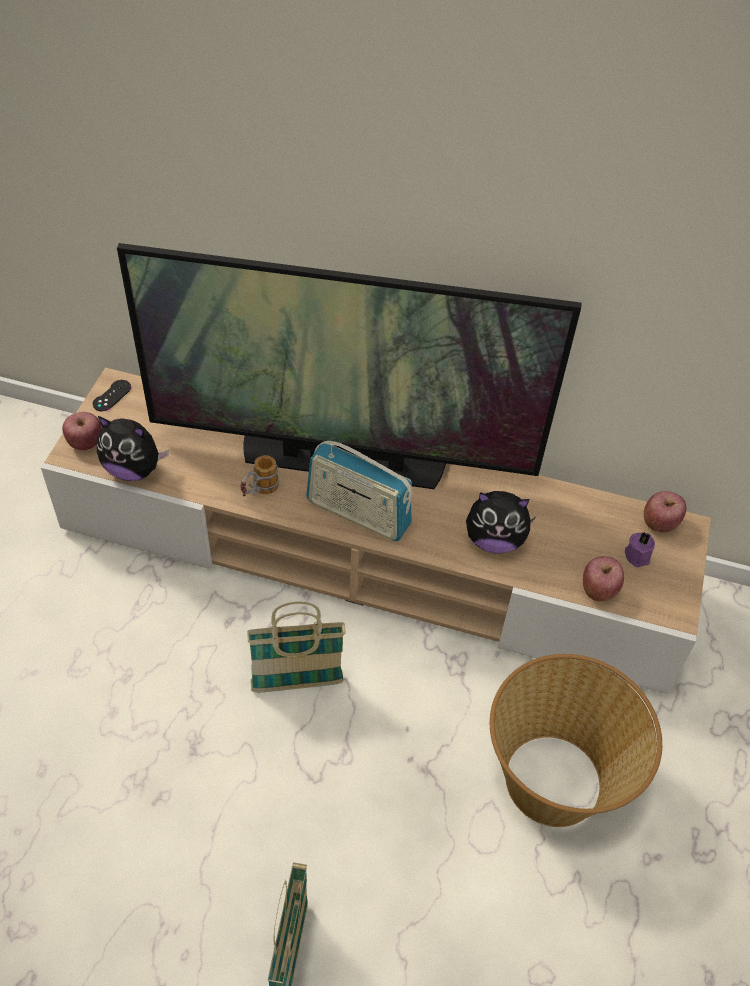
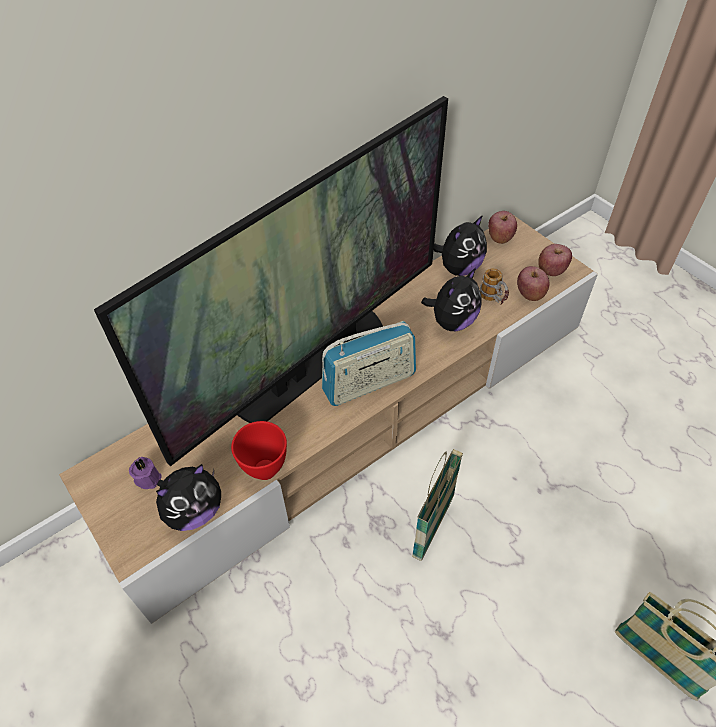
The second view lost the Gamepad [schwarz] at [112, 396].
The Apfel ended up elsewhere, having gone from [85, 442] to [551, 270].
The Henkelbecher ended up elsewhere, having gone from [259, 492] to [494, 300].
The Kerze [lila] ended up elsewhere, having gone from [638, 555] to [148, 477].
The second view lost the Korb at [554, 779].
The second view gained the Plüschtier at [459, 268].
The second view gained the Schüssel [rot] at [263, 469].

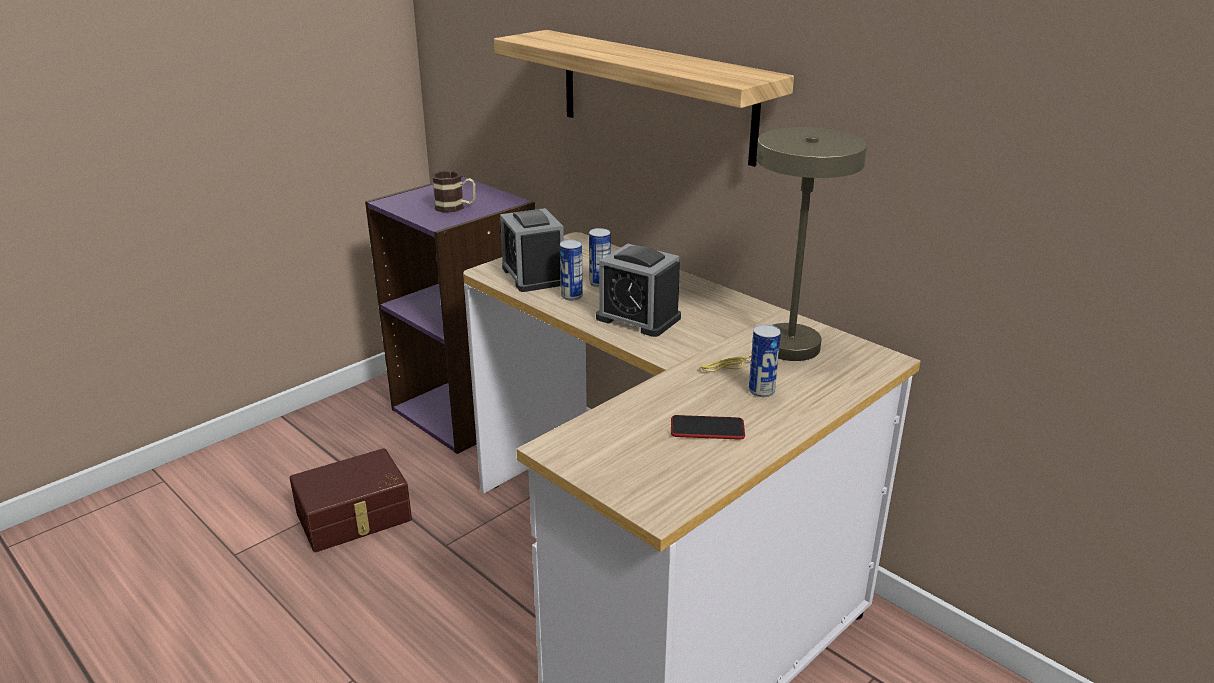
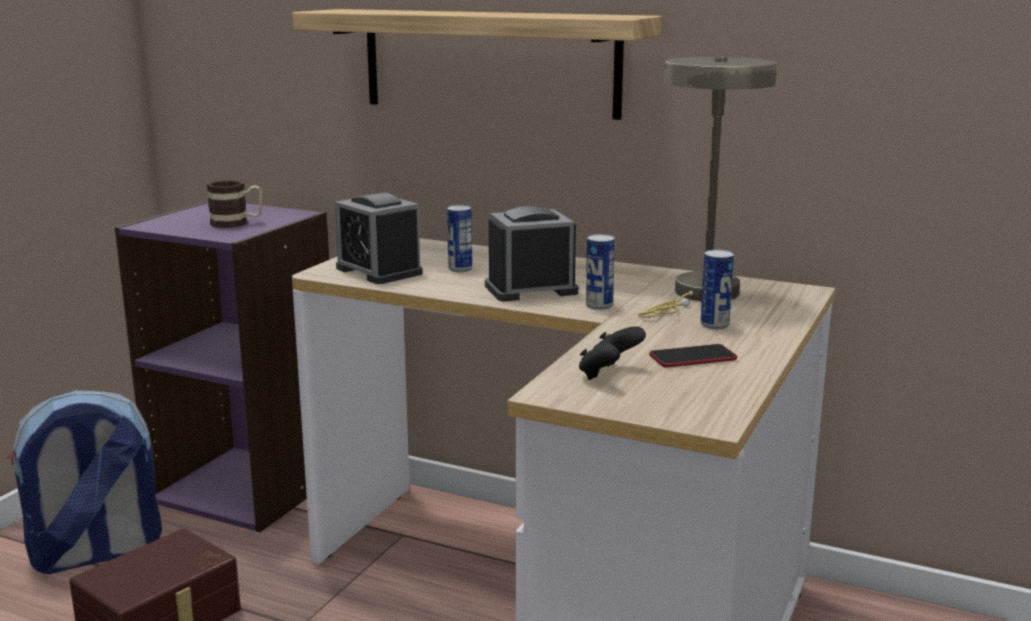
The Dose ended up elsewhere, having gone from [571, 296] to [599, 306].
The Wecker at [638, 318] ended up facing another way, 150 degrees clockwise from before.
The second view gained the Gamepad [schwarz] at [609, 375].
The second view gained the Rucksack at [95, 554].

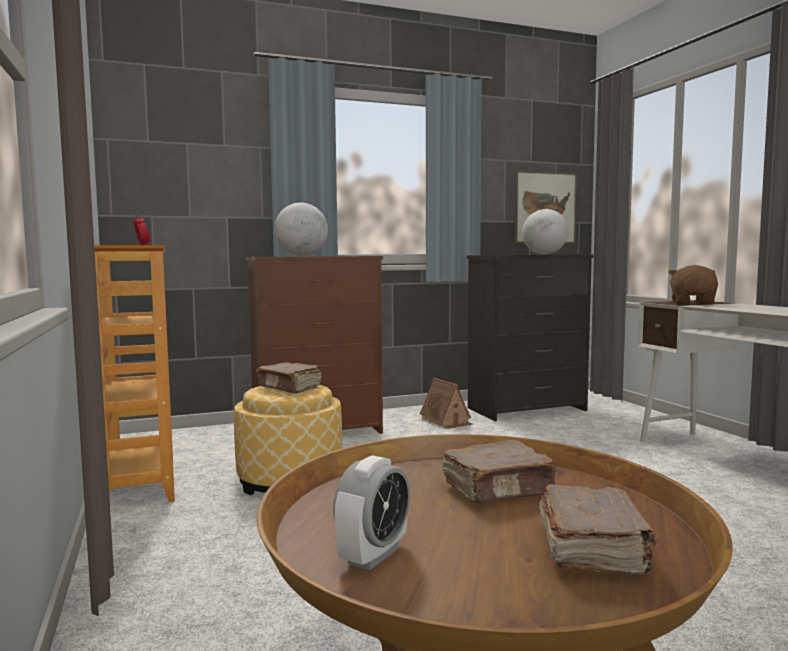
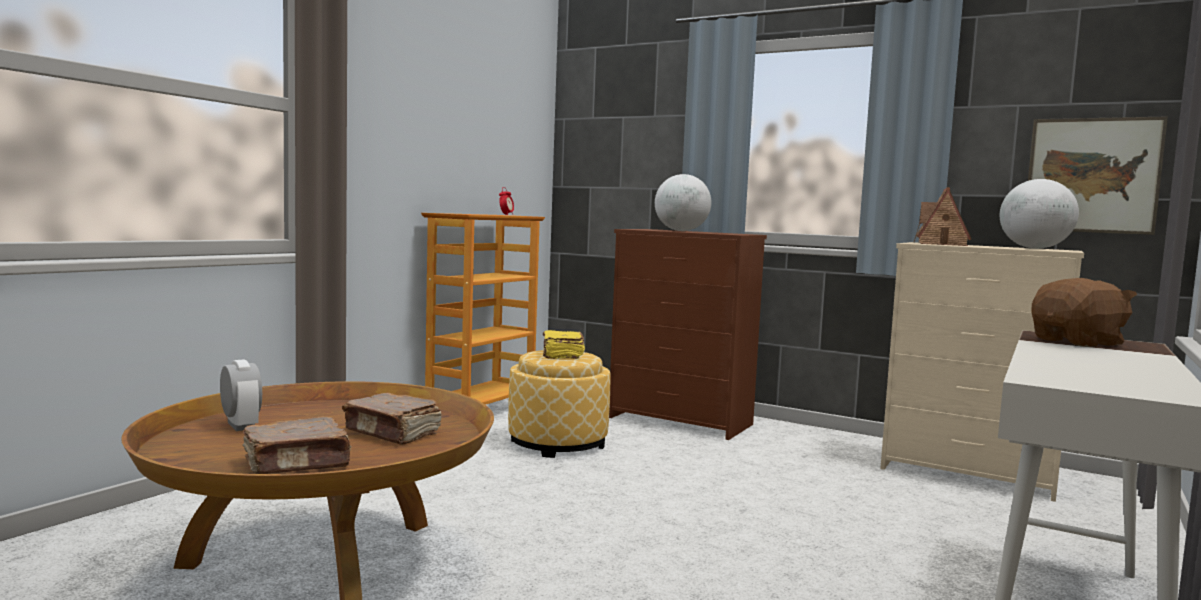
What was the Kommode [schwarz] at [528, 409] turned into the Kommode [beige] at [969, 474].
What was the Buch [braun] at [289, 388] turned into the Buch [gelb] at [562, 354].
The Spielzeughaus ended up elsewhere, having gone from [446, 421] to [942, 244].
The Wecker at [373, 555] ended up facing another way, 120 degrees counterclockwise from before.

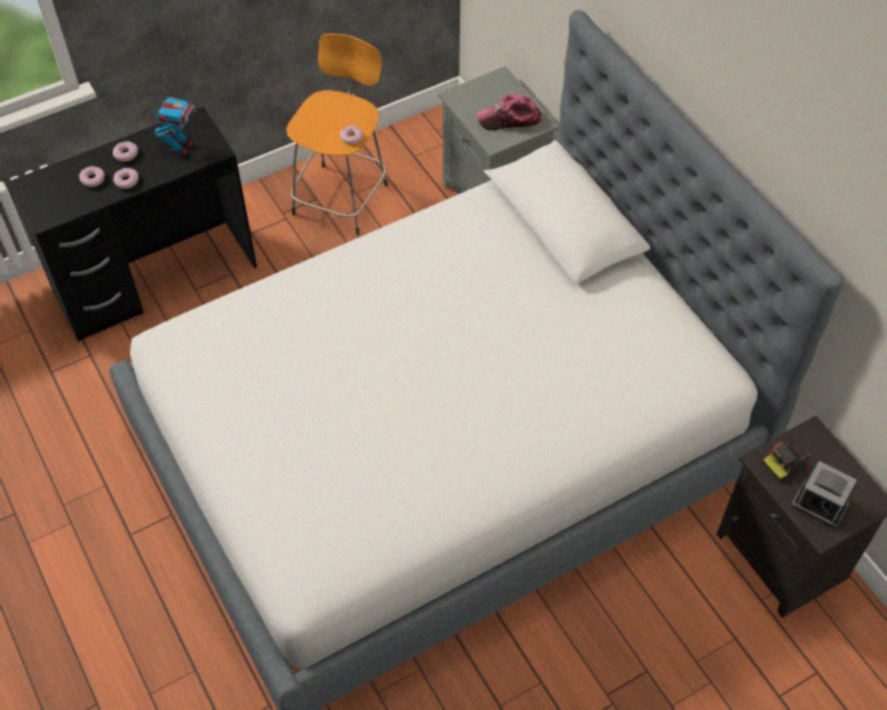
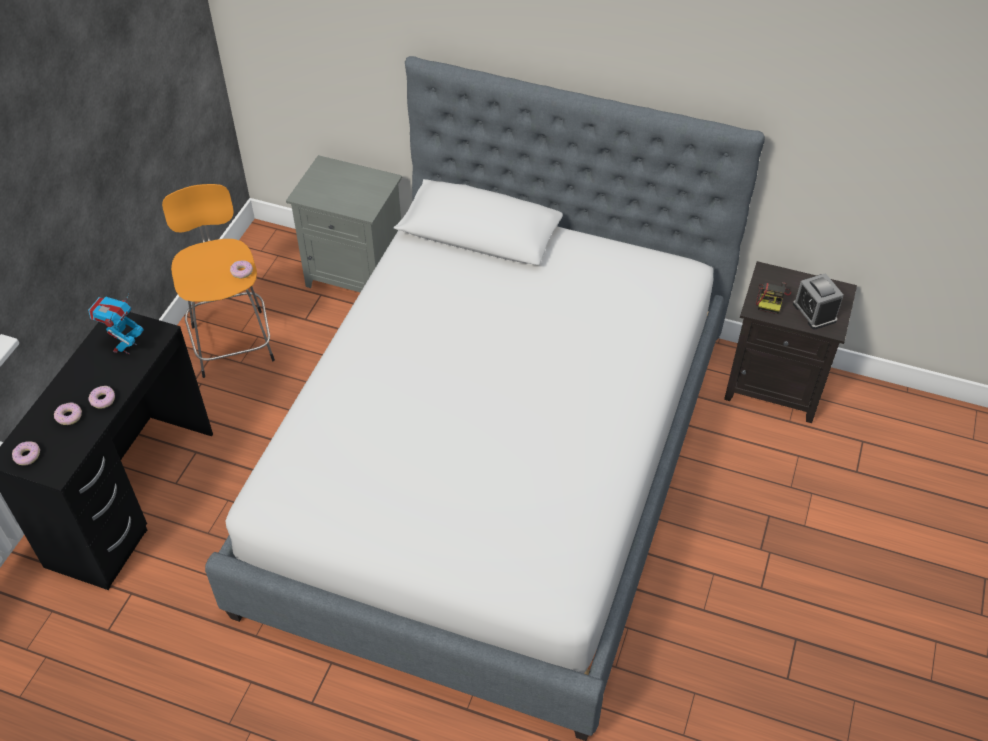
The Spielzeugroboter at [181, 147] ended up facing another way, 135 degrees counterclockwise from before.
The second view lost the Kappe at [509, 119].
The Donut ended up elsewhere, having gone from [126, 154] to [27, 456].
The Wecker at [819, 504] ended up facing another way, 75 degrees clockwise from before.

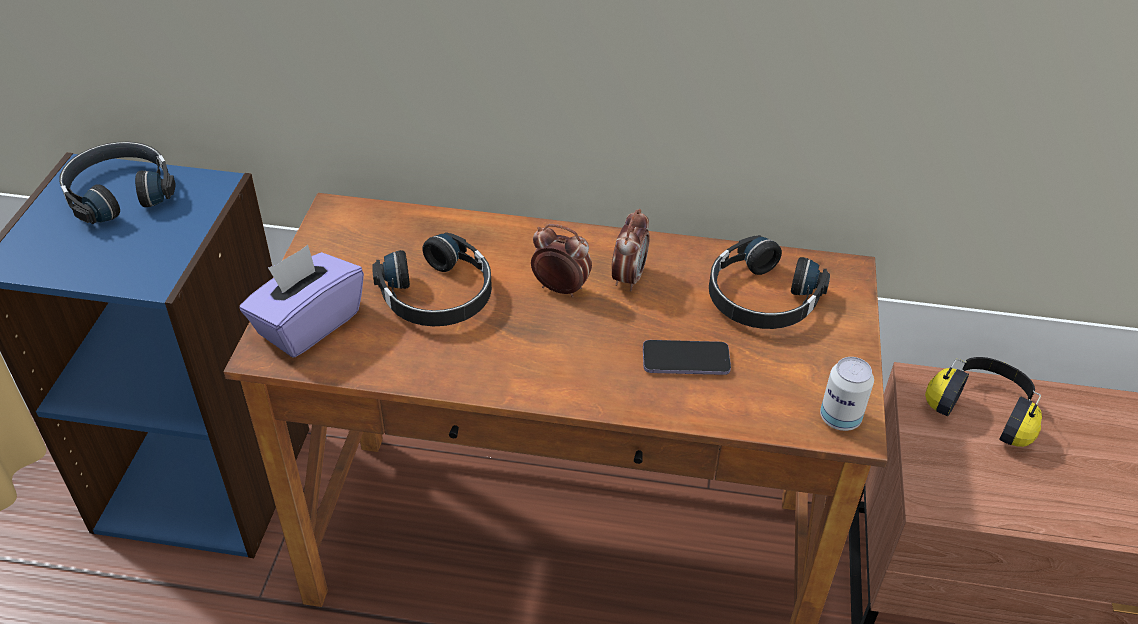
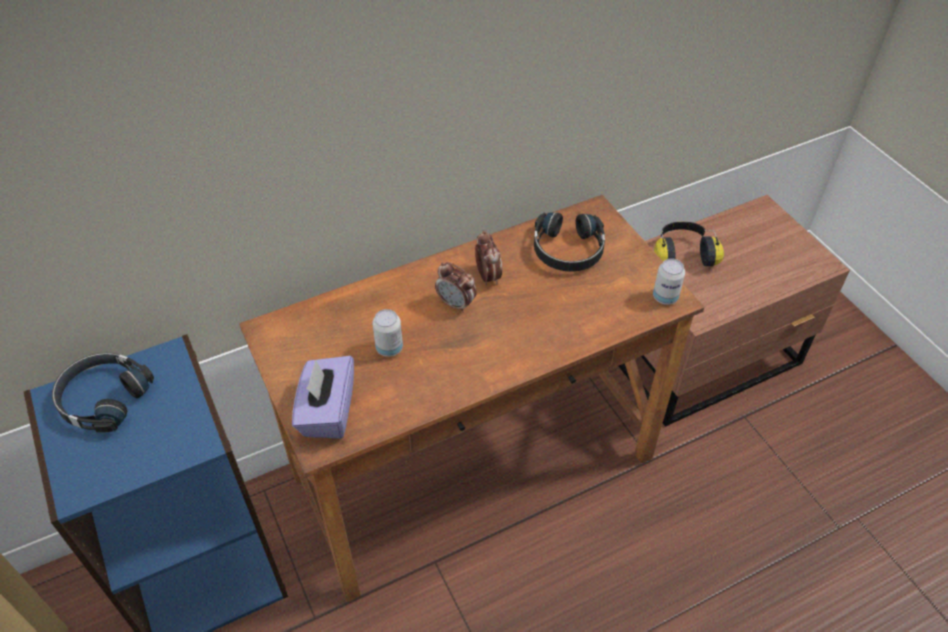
The Wecker at [560, 288] ended up facing another way, 135 degrees counterclockwise from before.
Where the Kopfhörer [schwarz] stood at [438, 295], the Dose came to stand at [389, 348].
The second view lost the Handy at [685, 360].

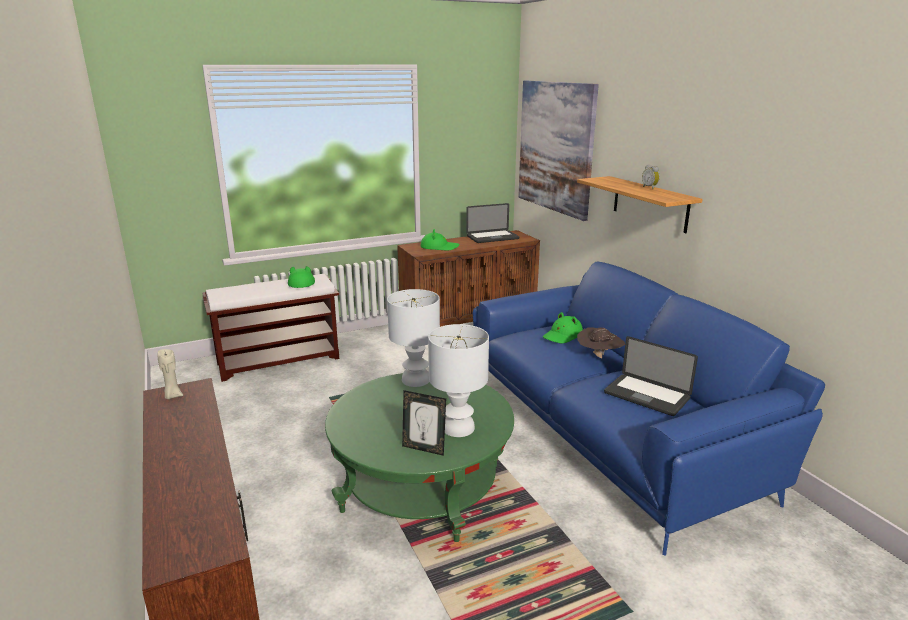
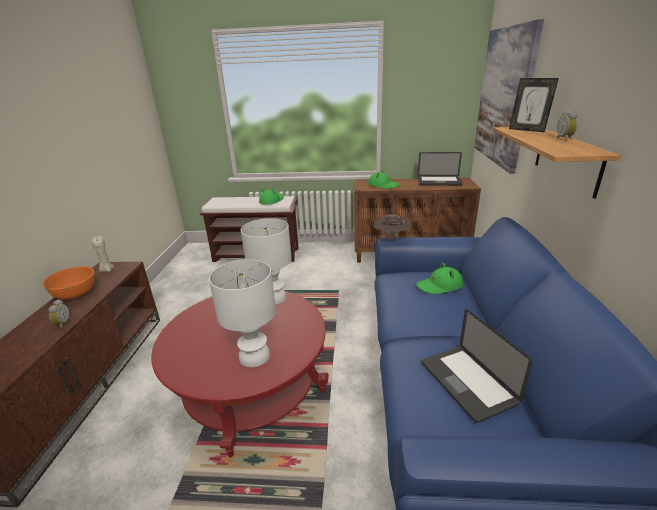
The Hut [braun] ended up elsewhere, having gone from [599, 357] to [391, 239].
What was the Couchtisch [grün] at [422, 488] turned into the Couchtisch [rot] at [252, 390].
The Bilderrahmen ended up elsewhere, having gone from [424, 448] to [527, 130].
The second view gained the Schüssel [orange] at [75, 294].
The second view gained the Wecker at [62, 323].

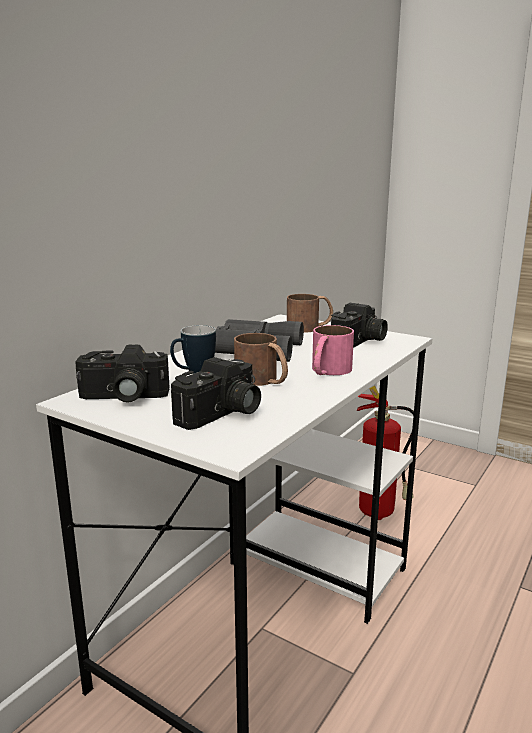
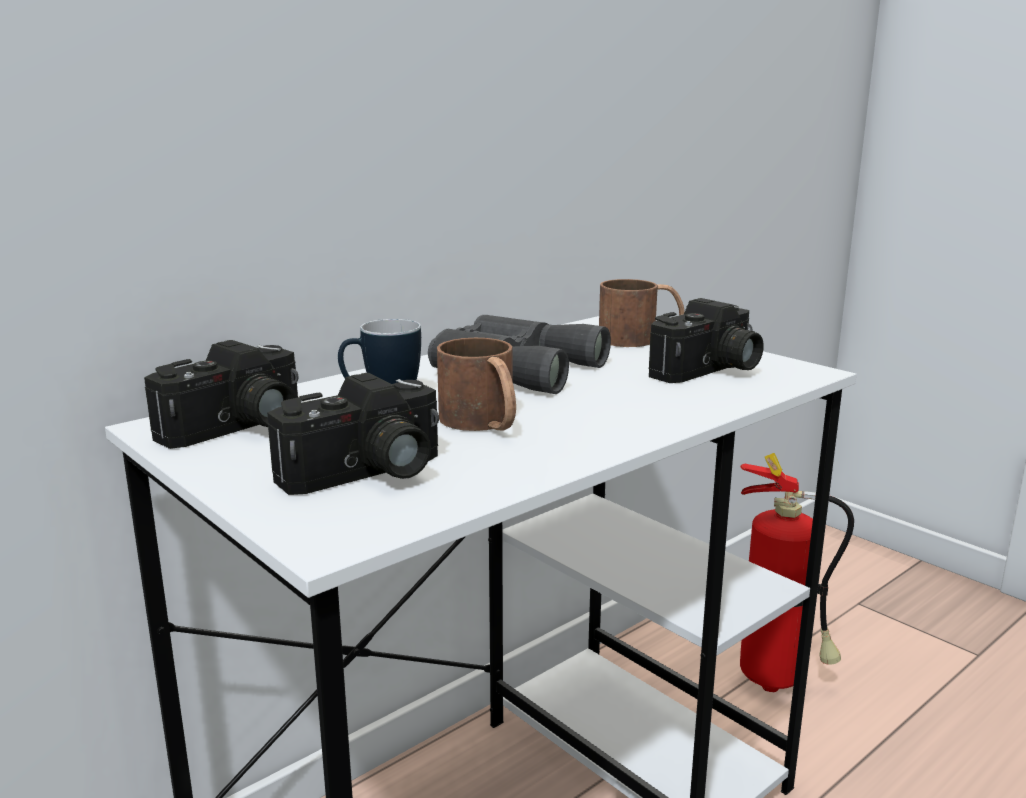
The second view lost the Henkelbecher [rosa] at [328, 371].
The Kamera at [123, 397] ended up facing another way, 60 degrees counterclockwise from before.

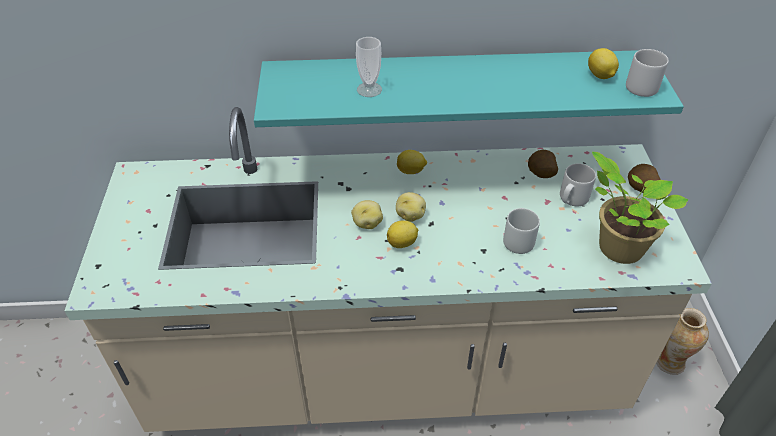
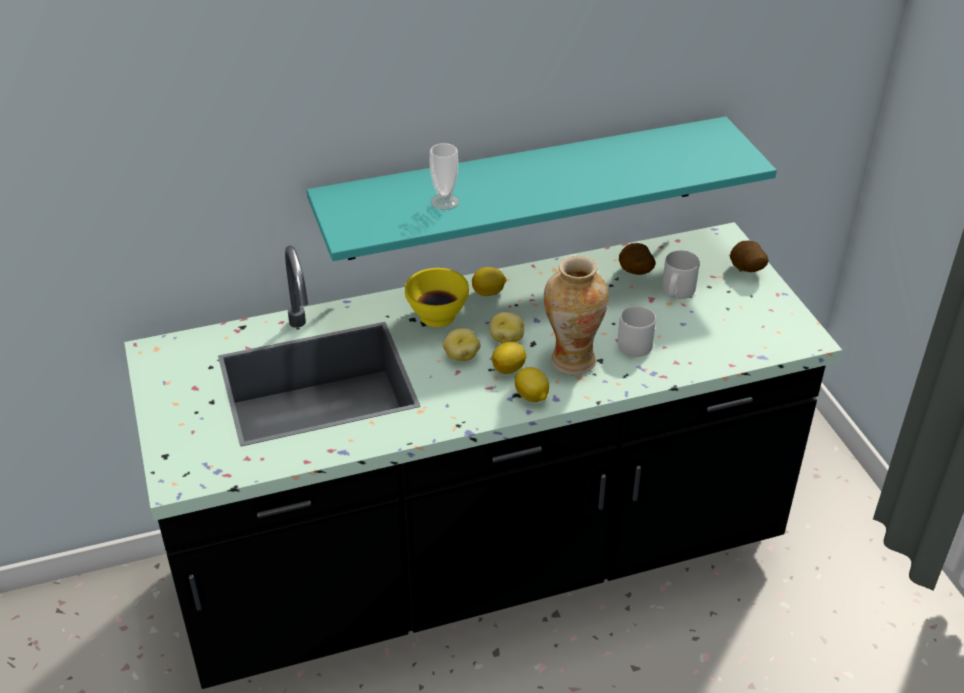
The Zitrone ended up elsewhere, having gone from [600, 76] to [532, 397].
The second view lost the Henkelbecher [grau] at [641, 85].
What was the Küchenzeile [beige] at [388, 372] turned into the Küchenzeile [schwarz] at [482, 563].
The second view lost the Topfpflanze at [616, 247].
The Vase ended up elsewhere, having gone from [669, 361] to [572, 360].
The second view gained the Schüssel [gelb] at [436, 316].

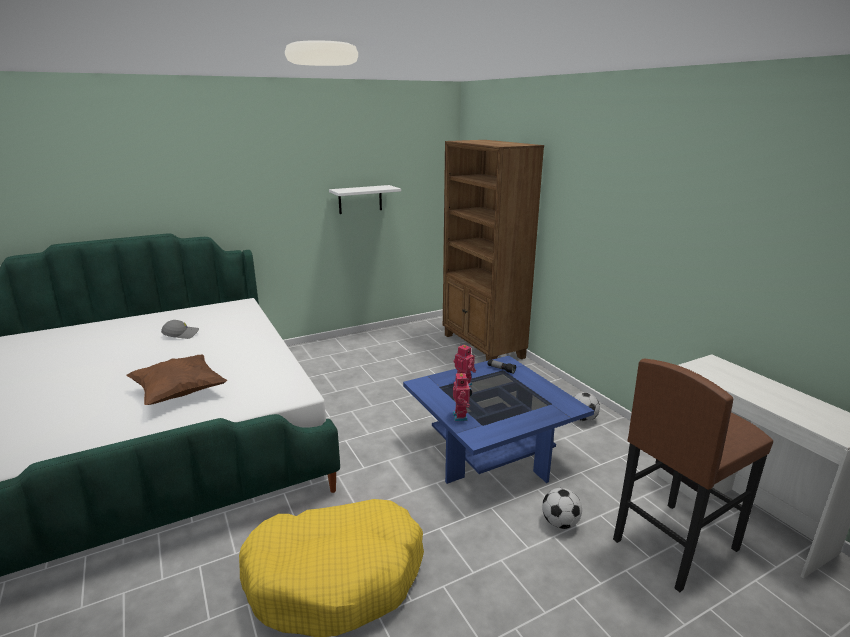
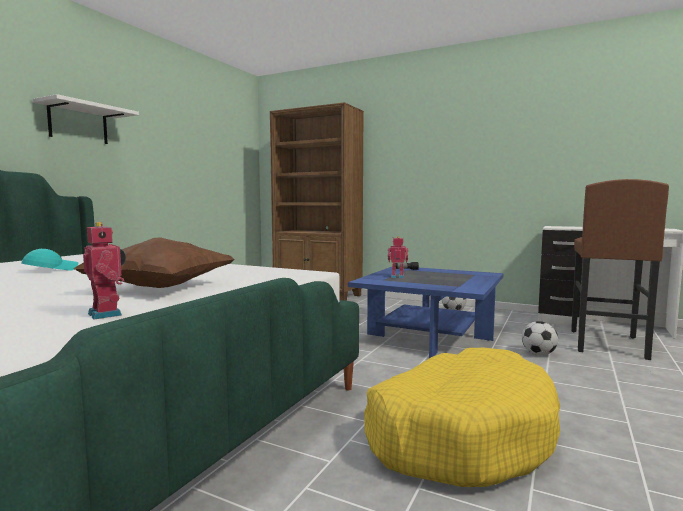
The Wandregal [weiß] ended up elsewhere, having gone from [360, 199] to [78, 124].
What was the Kappe [grau] at [181, 334] turned into the Kappe [türkis] at [51, 270].
The Spielzeugroboter ended up elsewhere, having gone from [461, 416] to [107, 314].

